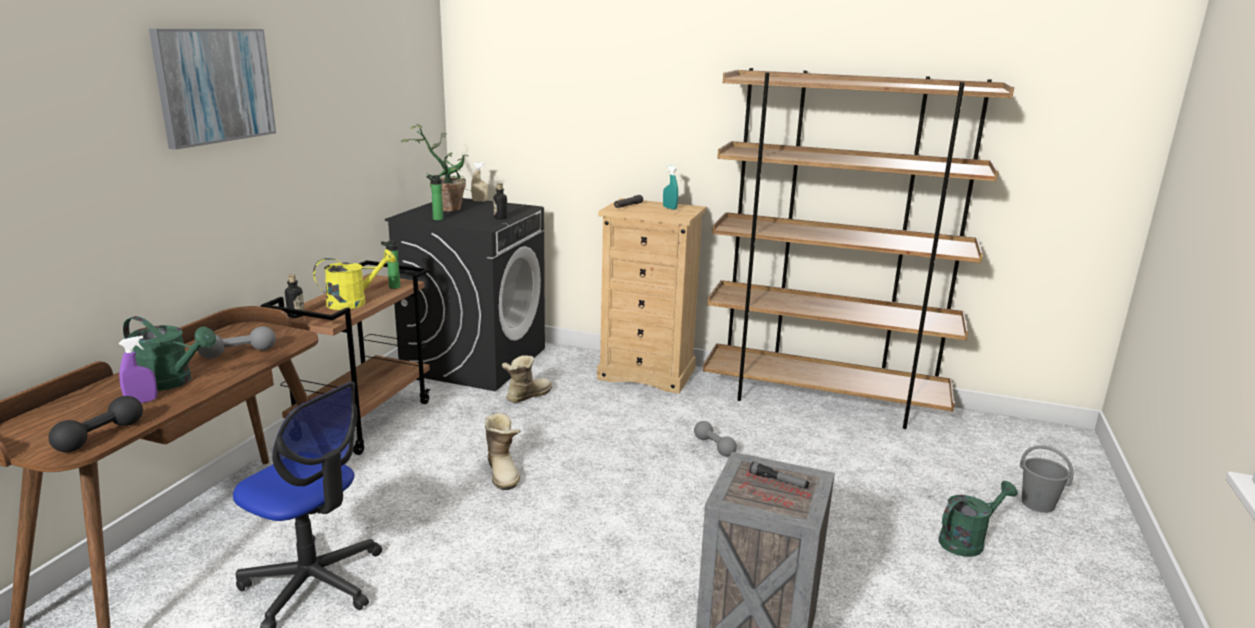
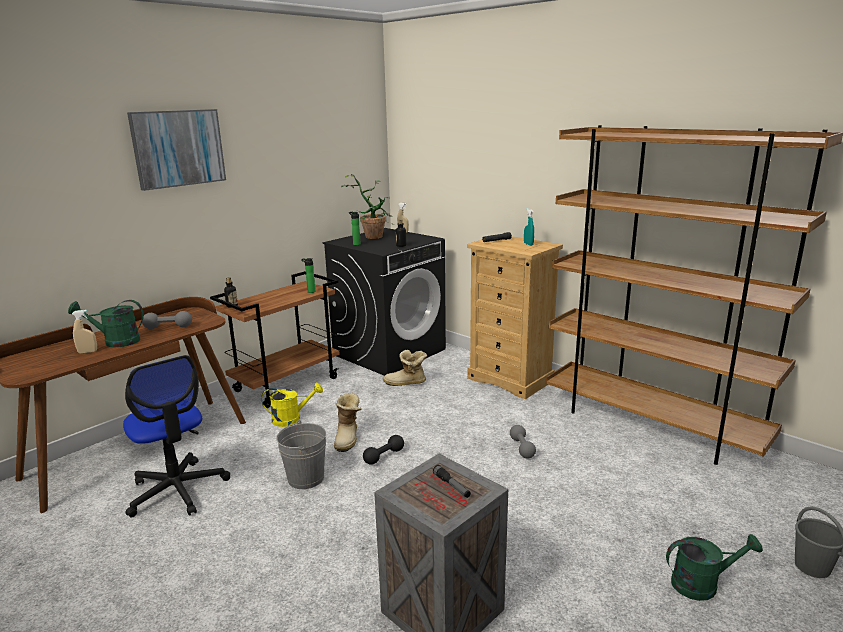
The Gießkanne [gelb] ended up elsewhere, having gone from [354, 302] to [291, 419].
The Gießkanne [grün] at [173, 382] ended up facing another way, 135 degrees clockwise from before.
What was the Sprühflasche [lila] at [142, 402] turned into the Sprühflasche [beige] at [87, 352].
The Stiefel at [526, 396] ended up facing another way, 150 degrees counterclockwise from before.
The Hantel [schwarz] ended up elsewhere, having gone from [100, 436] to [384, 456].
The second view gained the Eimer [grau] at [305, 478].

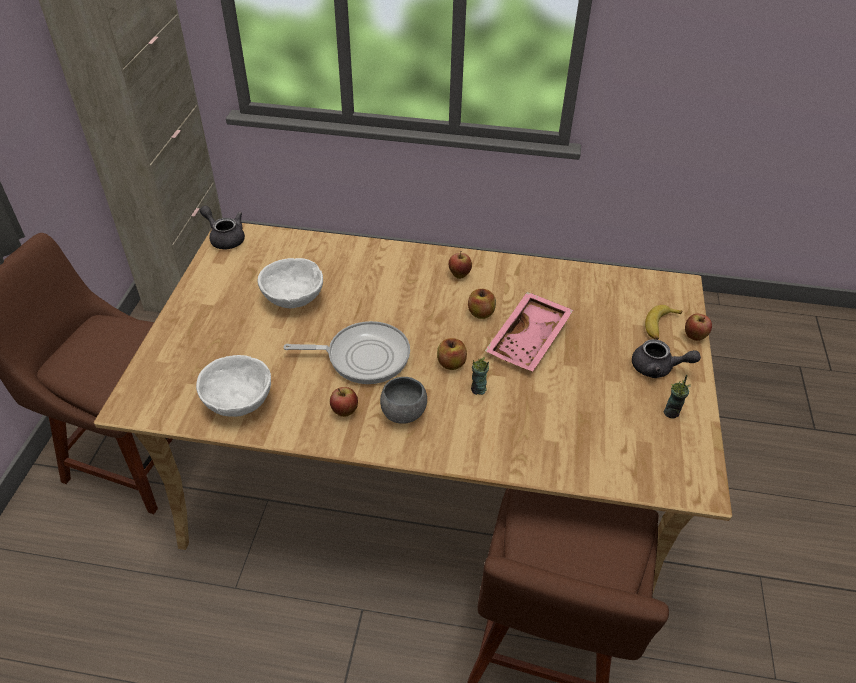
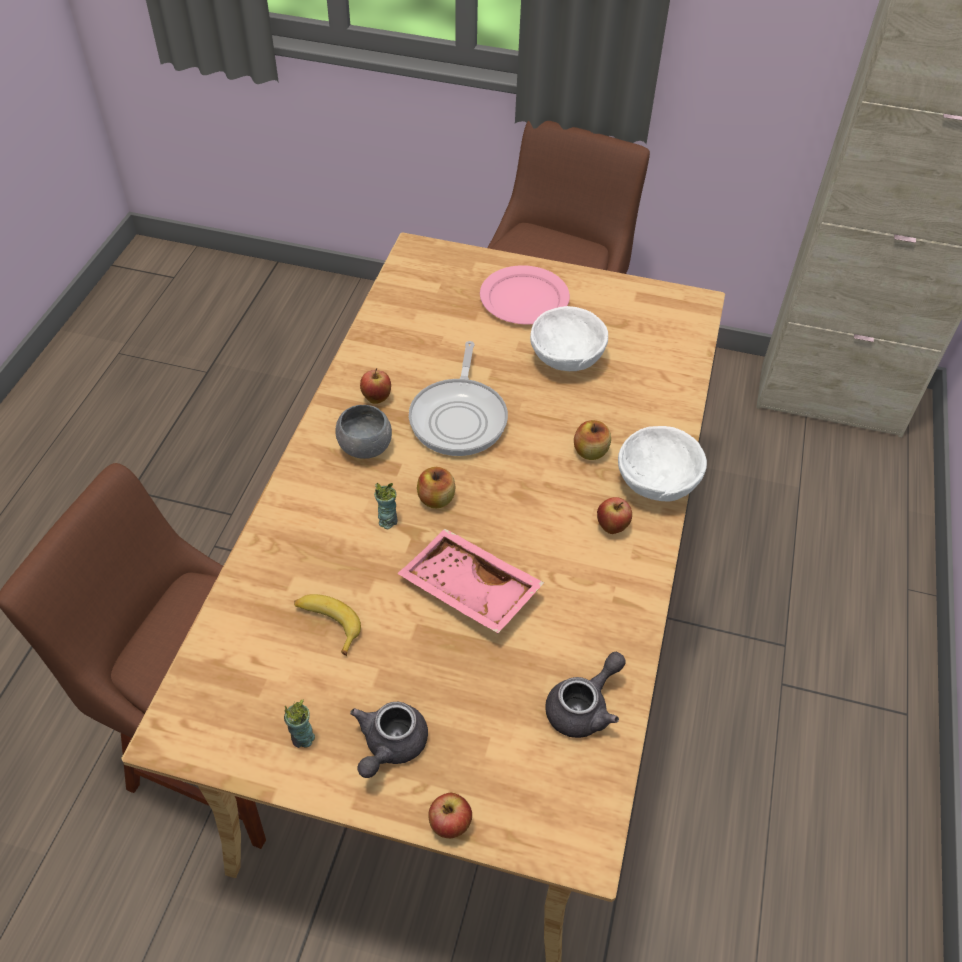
The Teekanne [grau] ended up elsewhere, having gone from [225, 238] to [584, 707].
The Apfel ended up elsewhere, having gone from [481, 313] to [590, 452].
The Banane ended up elsewhere, having gone from [660, 326] to [327, 624].
The Schüssel [weiß] ended up elsewhere, having gone from [240, 402] to [656, 485].
The second view gained the Teller [rosa] at [523, 299].

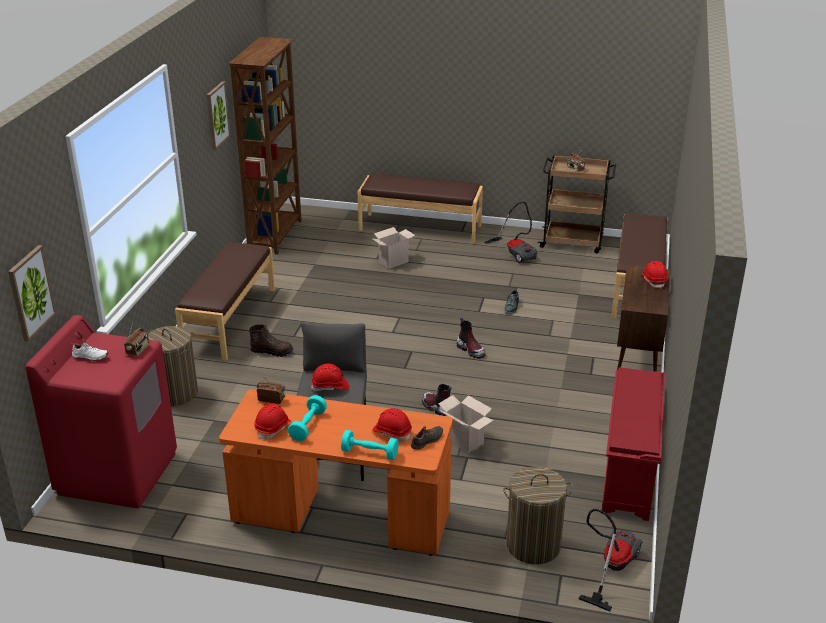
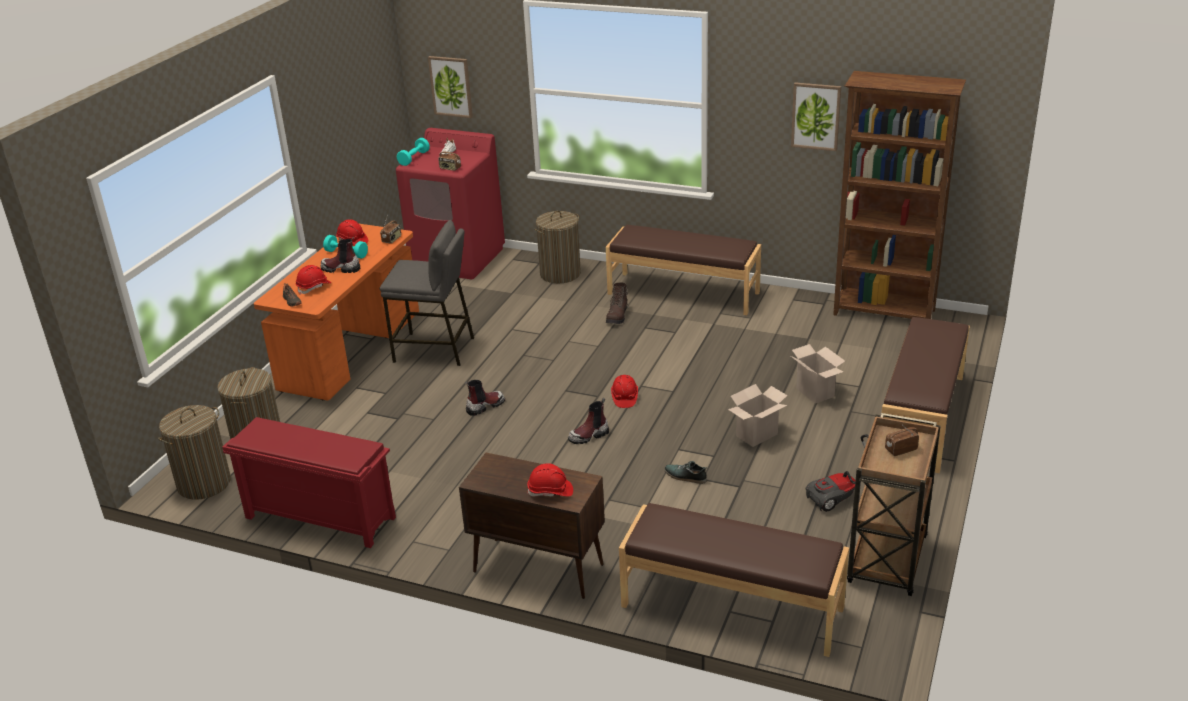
The Schutzhelm [rot] ended up elsewhere, having gone from [330, 387] to [624, 398].
The Karton ended up elsewhere, having gone from [465, 441] to [756, 436].
The Hantel [türkis] ended up elsewhere, having gone from [369, 453] to [414, 158].
Where the Staubsauger stood at [611, 567], the Wäschekorb came to stand at [204, 483].
The second view gained the Stiefel at [340, 269].

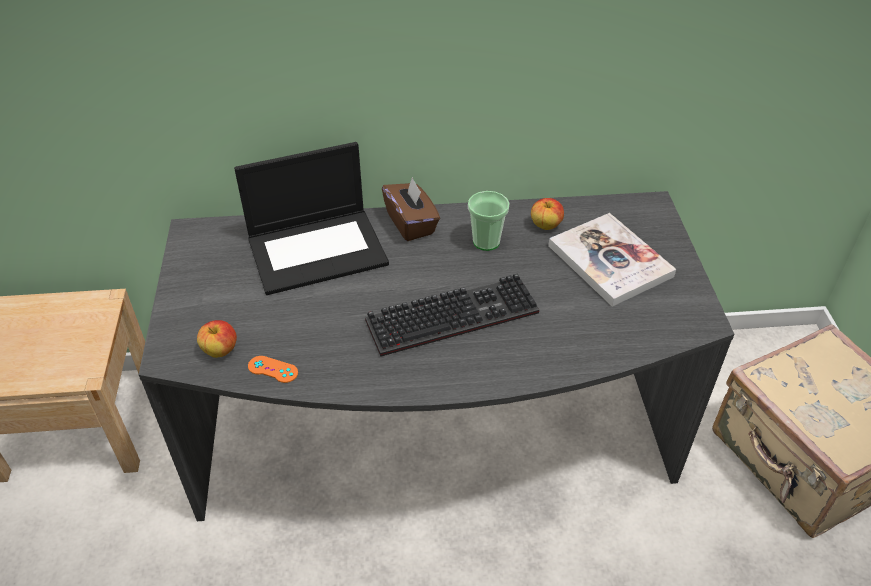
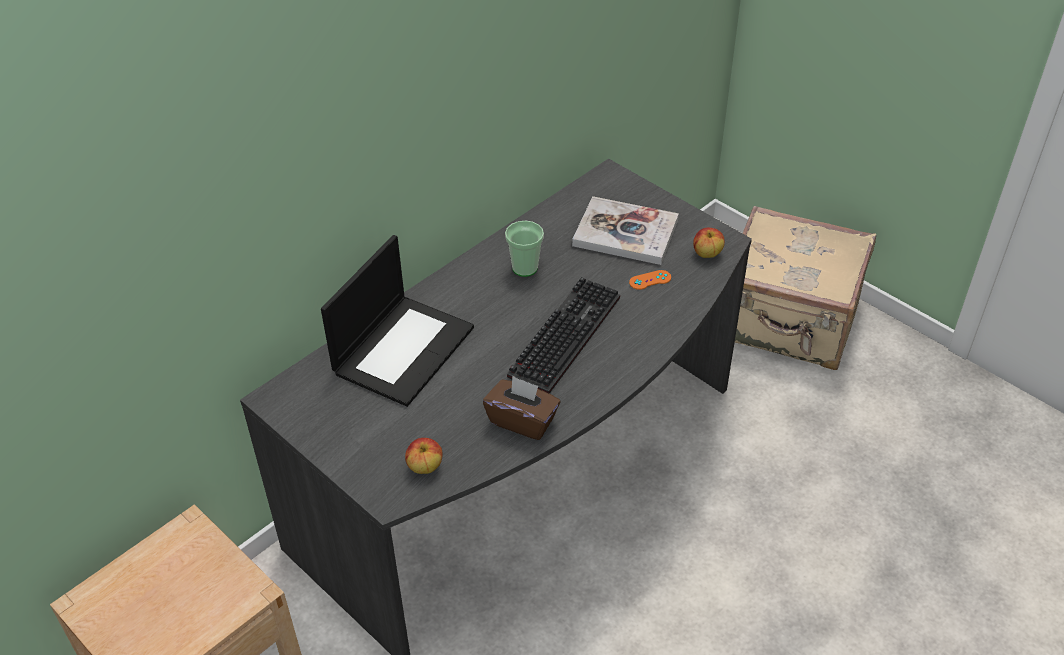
The Taschentuchbox [braun] ended up elsewhere, having gone from [411, 223] to [522, 420].
The Apfel ended up elsewhere, having gone from [546, 225] to [707, 253].
The Gamepad [orange] ended up elsewhere, having gone from [273, 369] to [650, 280].

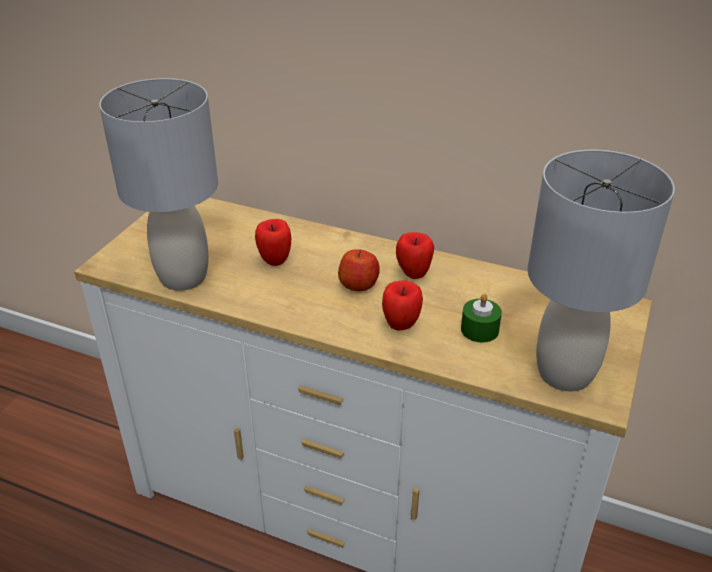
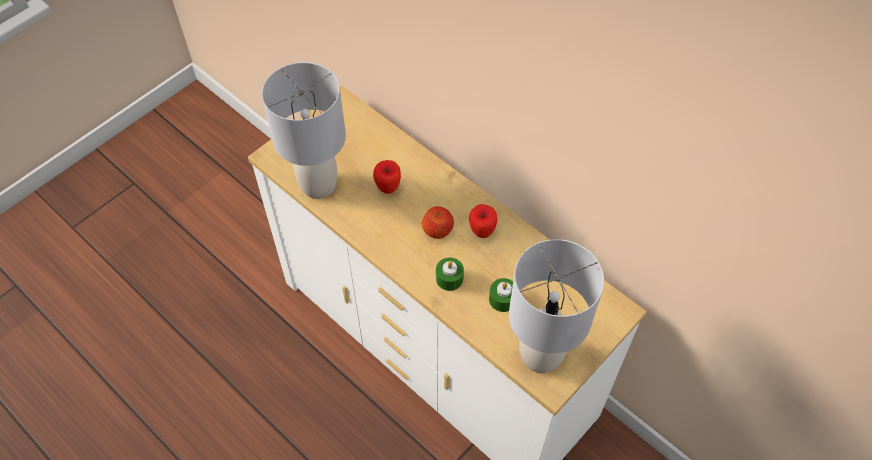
Where the Apfel stood at [401, 326], the Kerze [grün] came to stand at [449, 278].

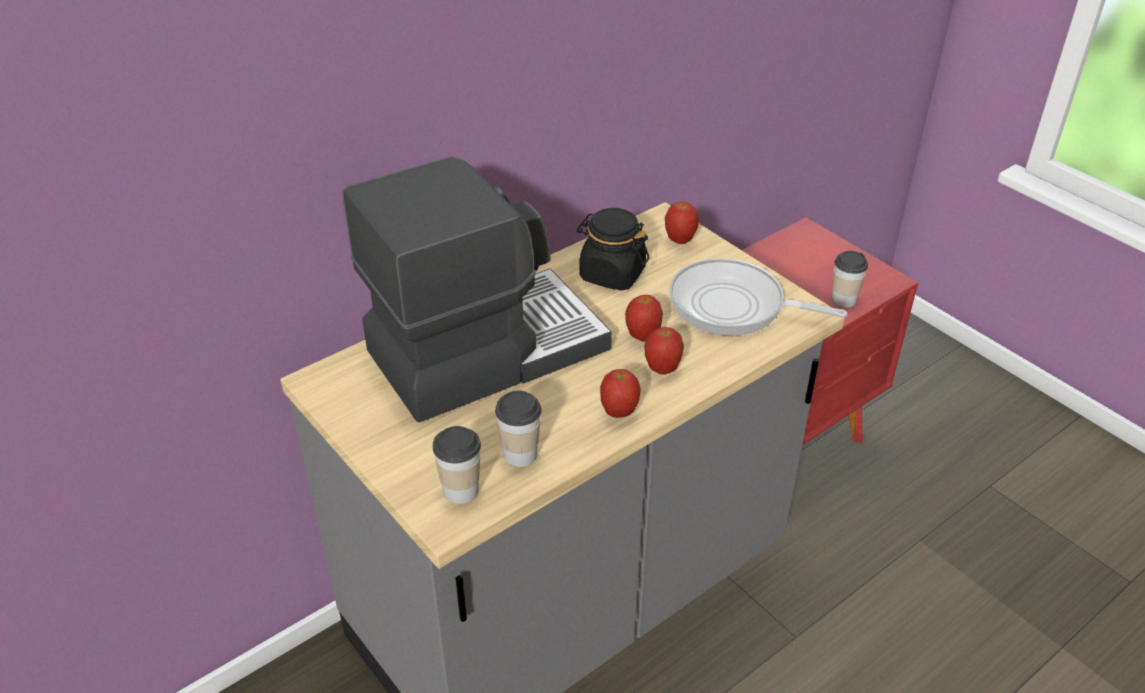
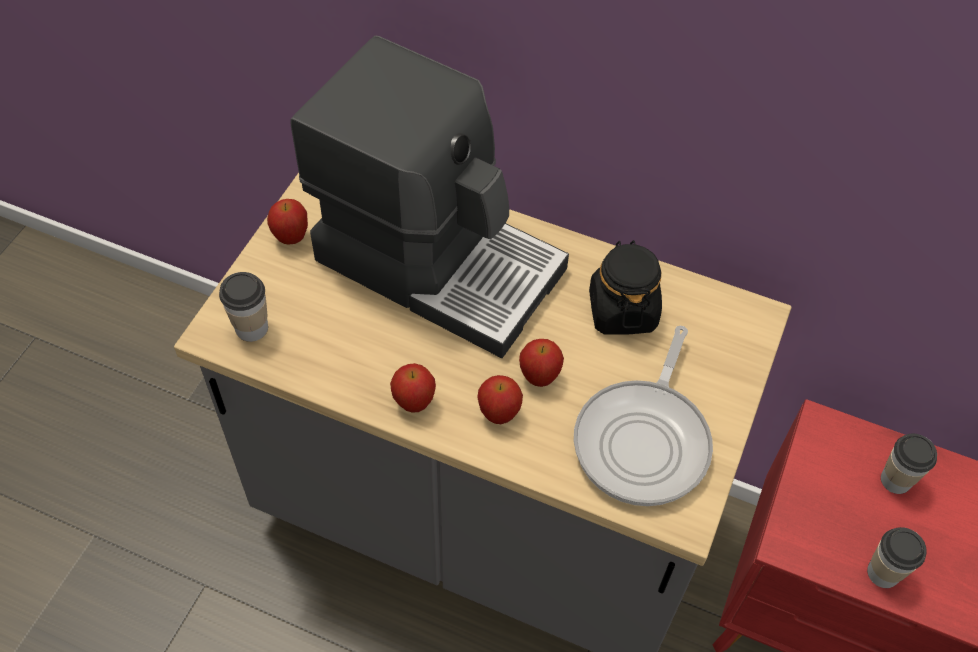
The Apfel ended up elsewhere, having gone from [680, 240] to [291, 238].
The Pfanne at [733, 306] ended up facing another way, 150 degrees counterclockwise from before.
The Tasse ended up elsewhere, having gone from [520, 454] to [896, 480].

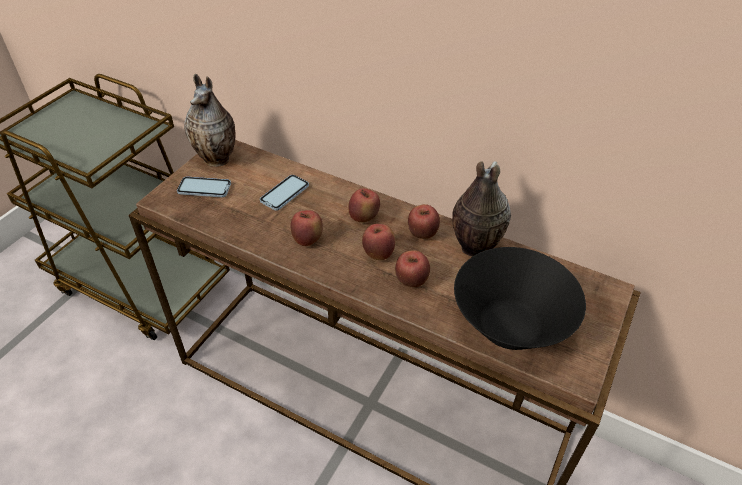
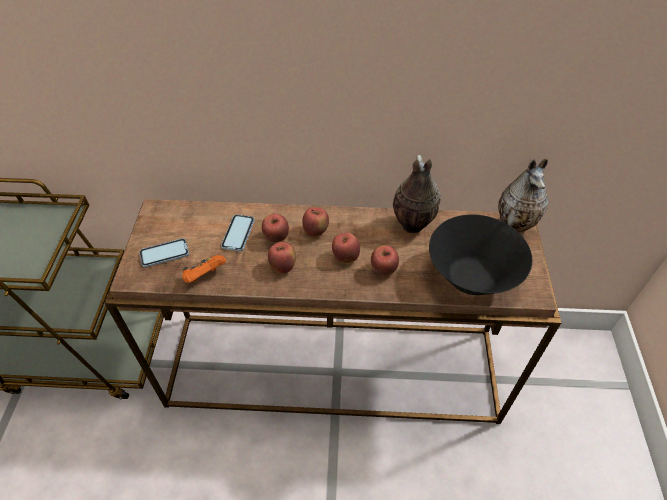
The Vase ended up elsewhere, having gone from [218, 159] to [514, 227].
The Apfel ended up elsewhere, having gone from [422, 234] to [276, 237].
The second view gained the Gamepad [orange] at [204, 276].

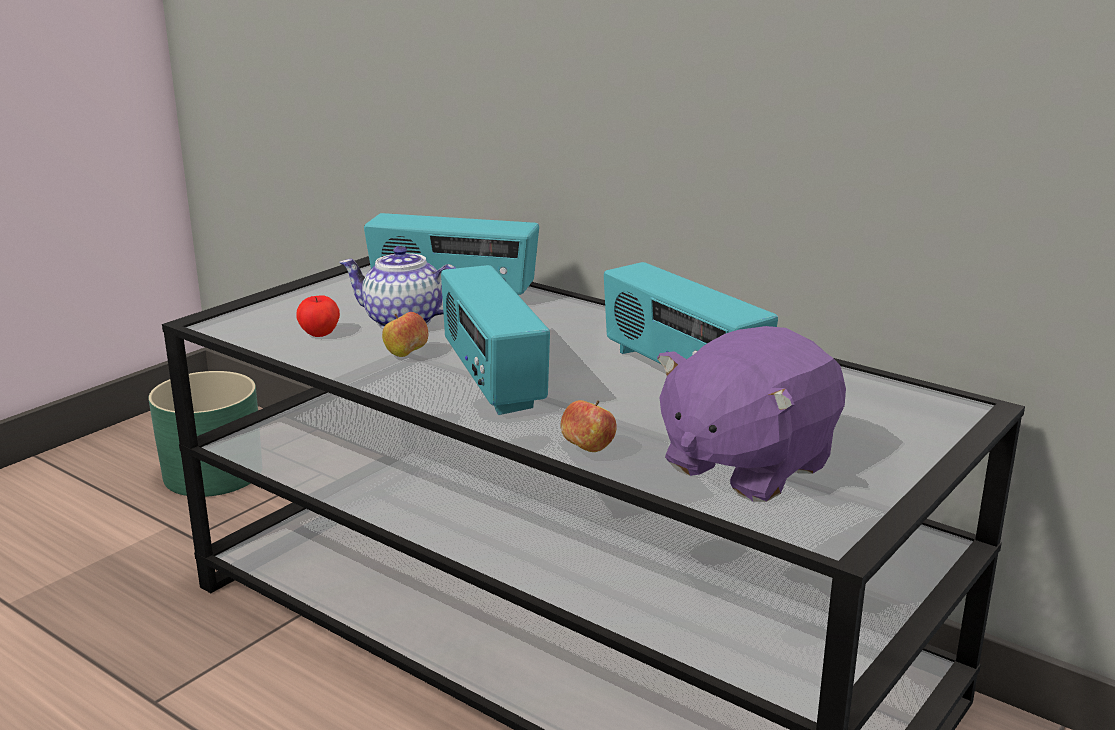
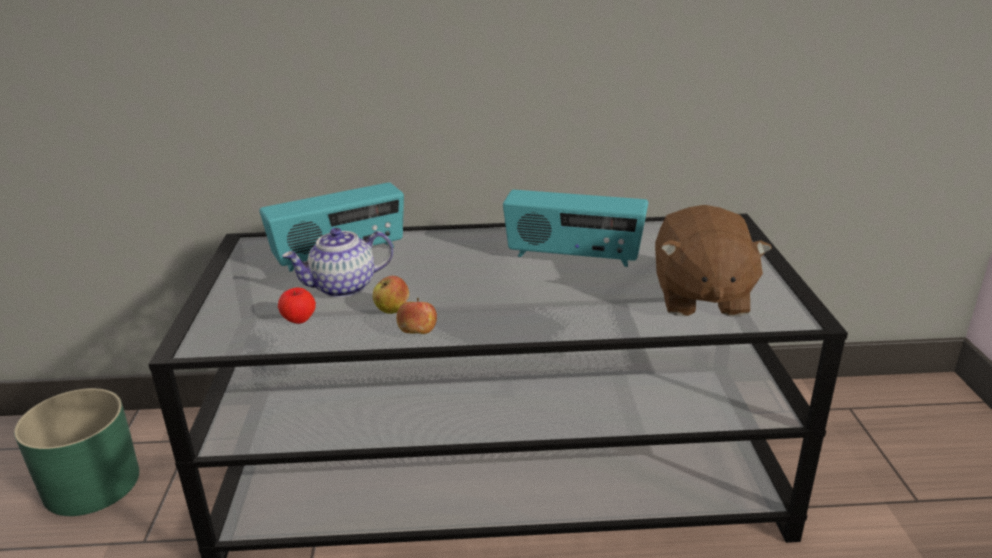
The second view lost the Radio at [491, 380].
What was the Plüschtier [lila] at [745, 465] turned into the Plüschtier [braun] at [700, 297].
The Apfel ended up elsewhere, having gone from [587, 449] to [417, 333].

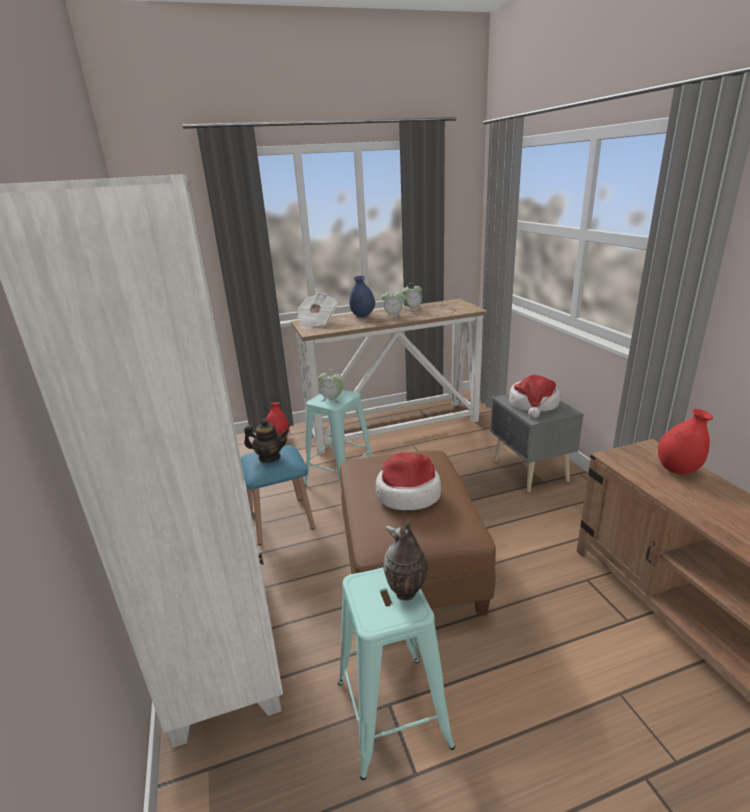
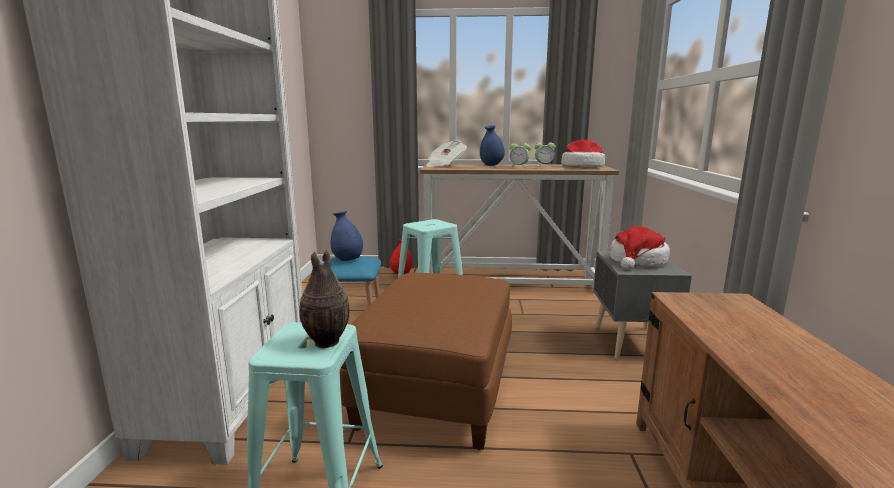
The second view lost the Wecker at [332, 399].
The second view lost the Vase [rot] at [678, 470].
Where the Teekanne stood at [269, 457], the Vase [blau] came to stand at [347, 260].
The Hut ended up elsewhere, having gone from [408, 493] to [582, 167].

